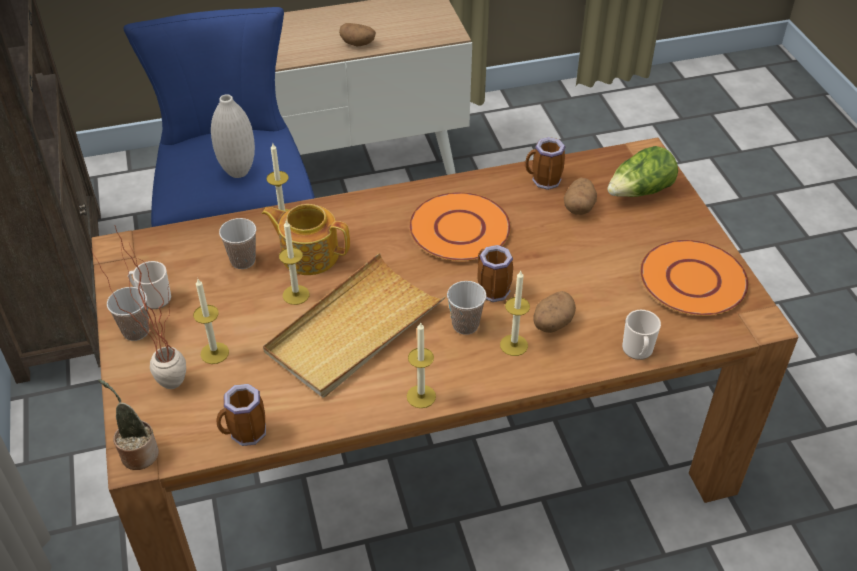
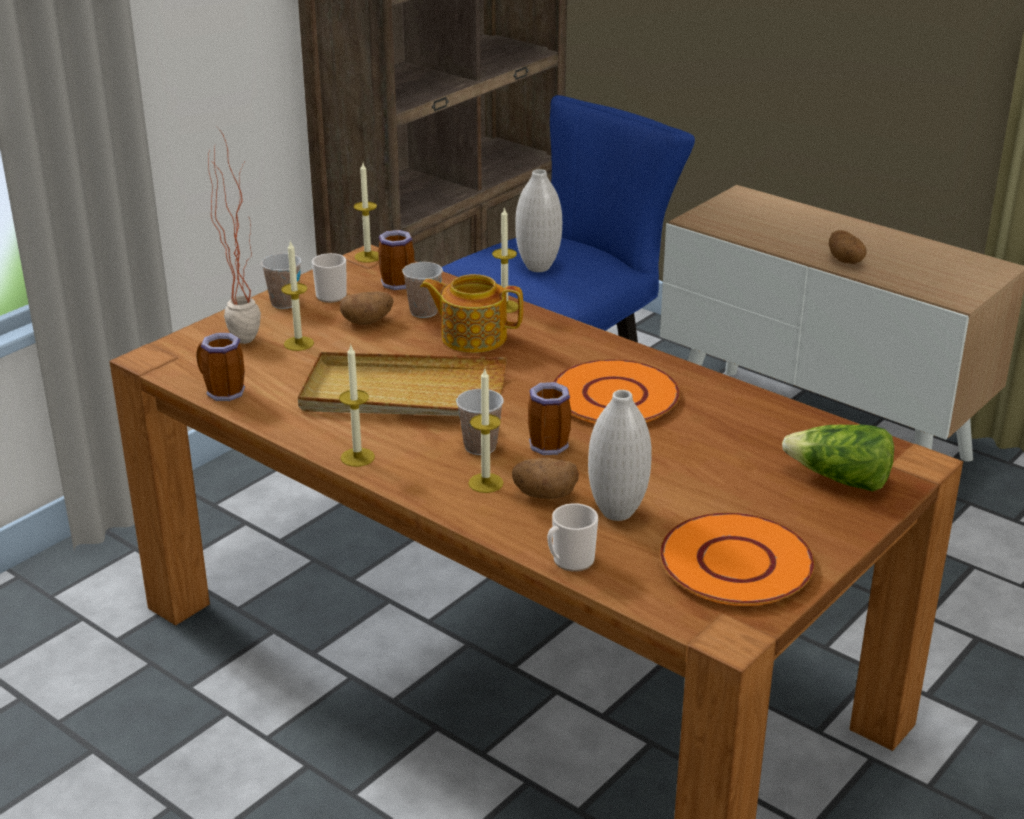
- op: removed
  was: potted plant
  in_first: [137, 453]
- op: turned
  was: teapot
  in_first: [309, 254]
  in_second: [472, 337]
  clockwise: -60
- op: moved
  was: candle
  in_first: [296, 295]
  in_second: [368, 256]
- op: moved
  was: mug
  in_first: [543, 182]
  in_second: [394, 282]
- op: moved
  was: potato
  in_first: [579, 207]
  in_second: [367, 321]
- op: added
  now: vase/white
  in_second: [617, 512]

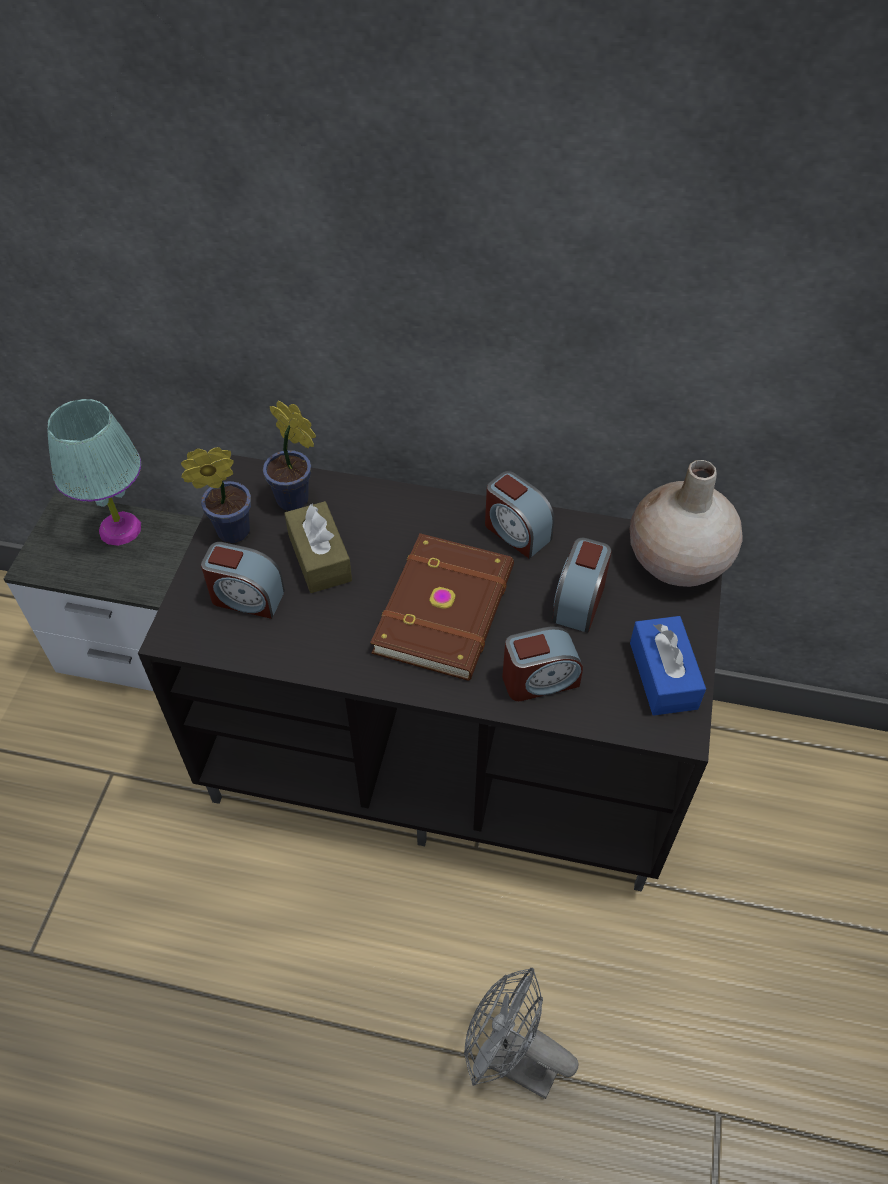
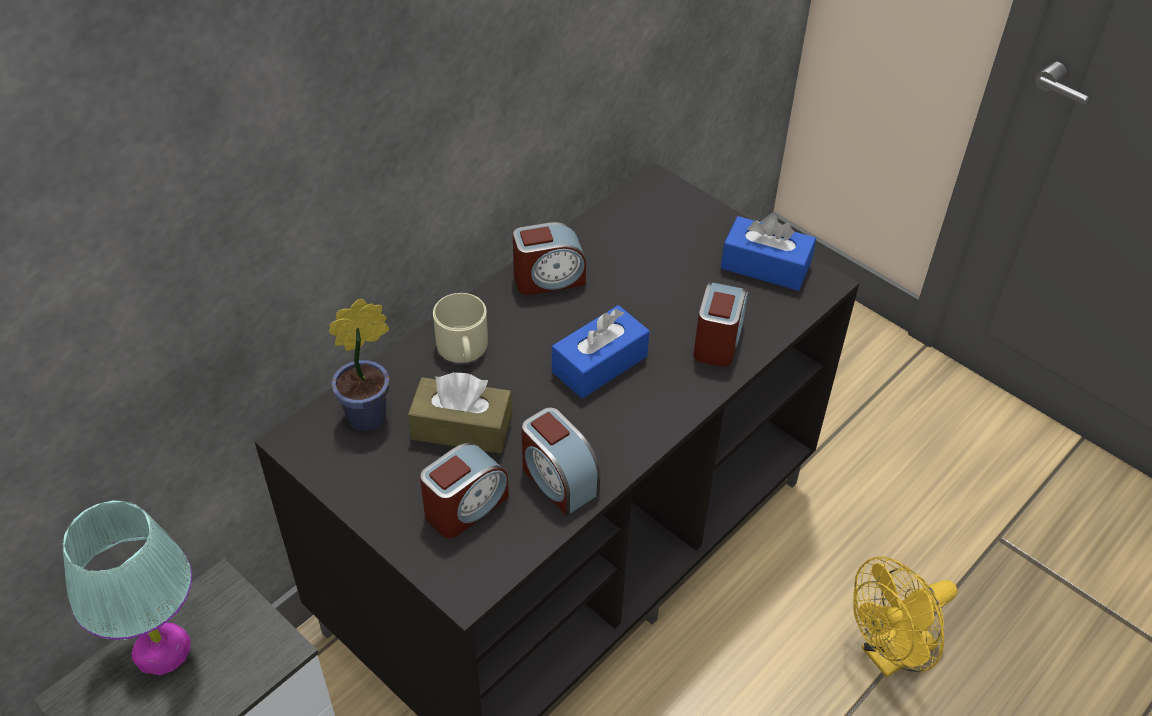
- op: removed
  was: potted plant
  in_first: [229, 532]
- op: replaced
  was: book/brown
  now: tissue box/blue
  in_first: [447, 610]
  in_second: [599, 364]
- op: recoloured
  was: fan/grey
  now: fan/yellow
  in_first: [511, 1058]
  in_second: [890, 655]
- op: moved
  was: alarm clock
  in_first: [578, 601]
  in_second: [558, 480]
- op: removed
  was: vase/beige
  in_first: [677, 561]
- op: added
  now: mug/beige
  in_second: [463, 349]

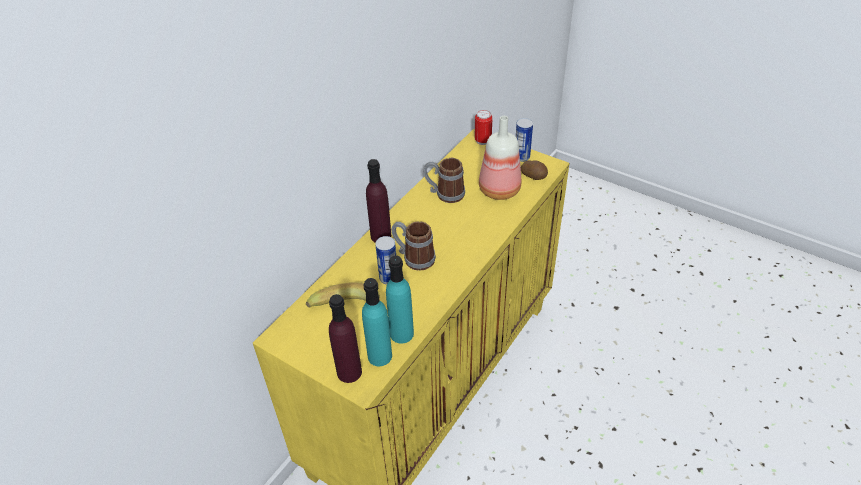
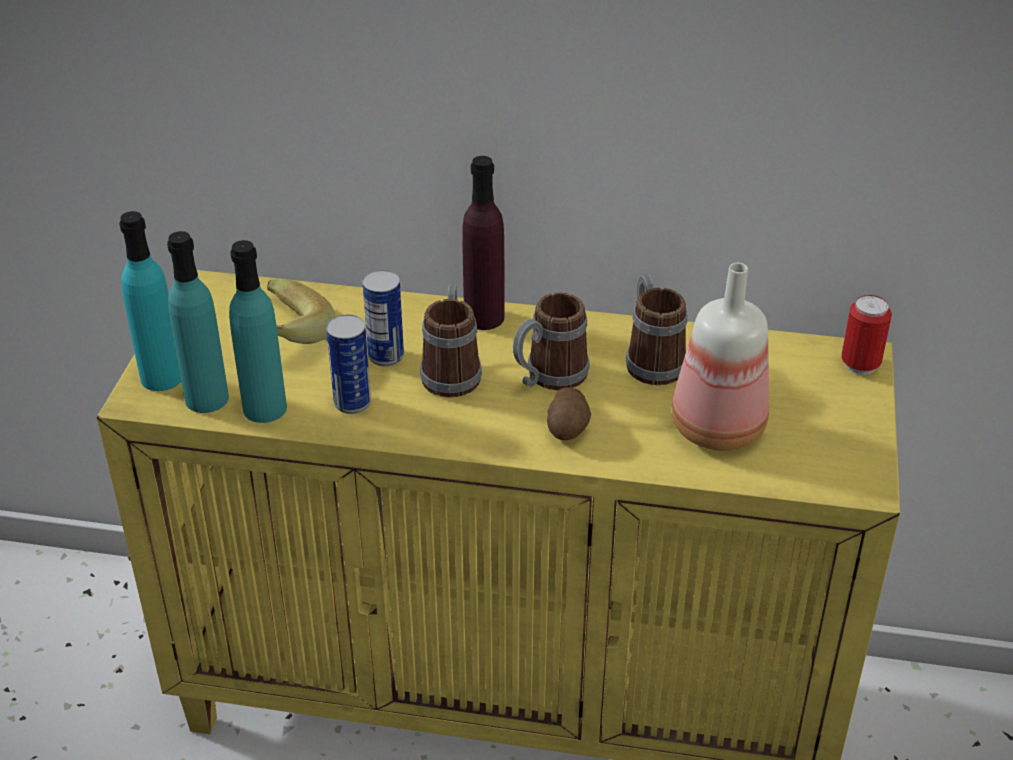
- op: recoloured
  was: bottle/purple
  now: bottle/turquoise
  in_first: [349, 372]
  in_second: [162, 377]
- op: moved
  was: can
  in_first: [522, 157]
  in_second: [352, 403]
- op: moved
  was: potato
  in_first: [534, 176]
  in_second: [568, 428]
- op: added
  now: mug
  in_second: [548, 377]

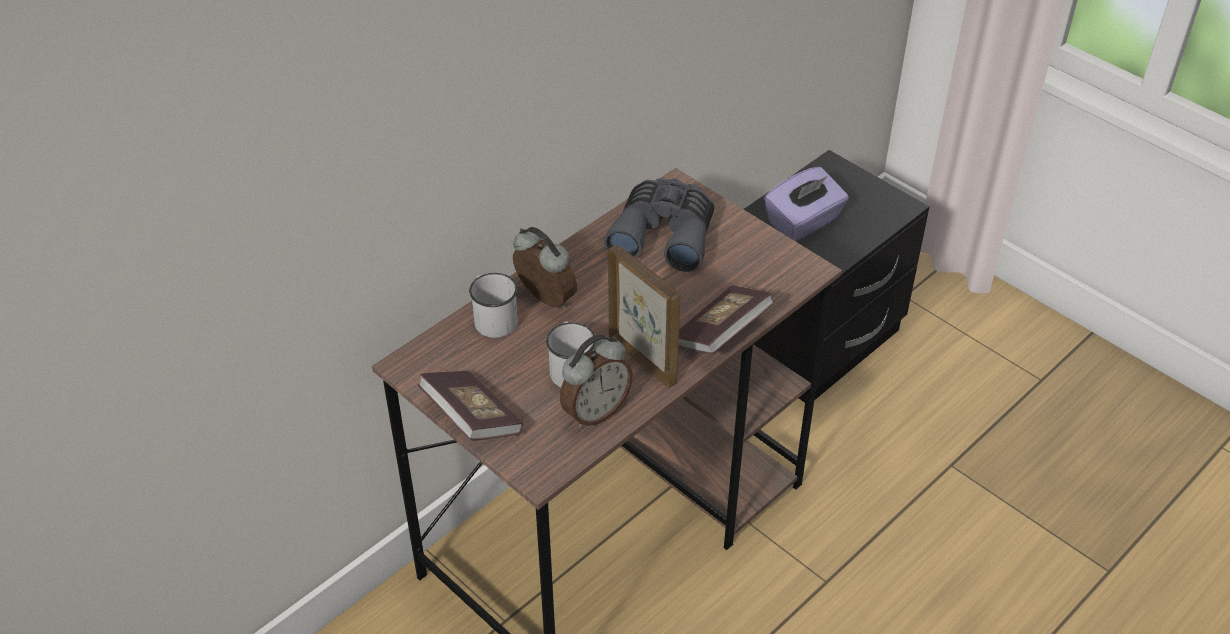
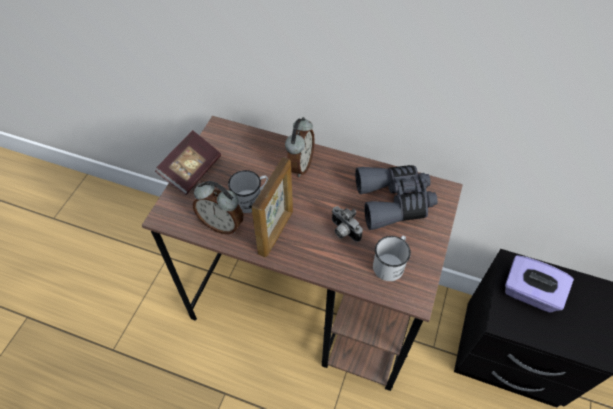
- op: moved
  was: mug/white
  in_first: [492, 318]
  in_second: [390, 263]
- op: removed
  was: book
  in_first: [721, 334]
- op: added
  now: photo camera
  in_second: [343, 231]

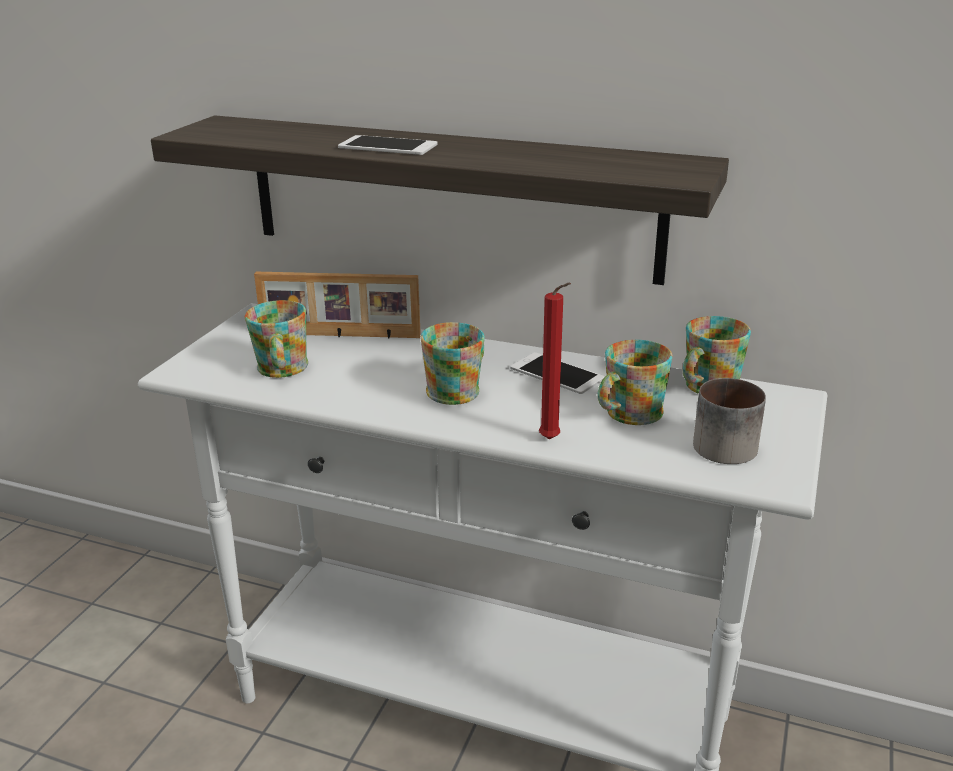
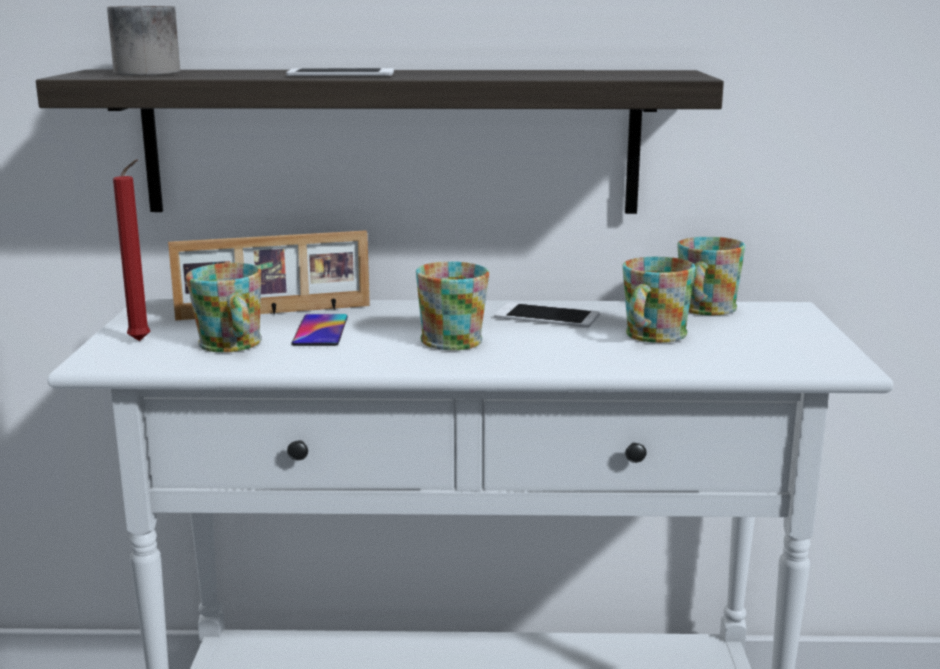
- op: moved
  was: candle/red
  in_first: [552, 440]
  in_second: [142, 341]
- op: moved
  was: mug
  in_first: [719, 443]
  in_second: [143, 72]
- op: added
  now: phone
  in_second: [320, 331]

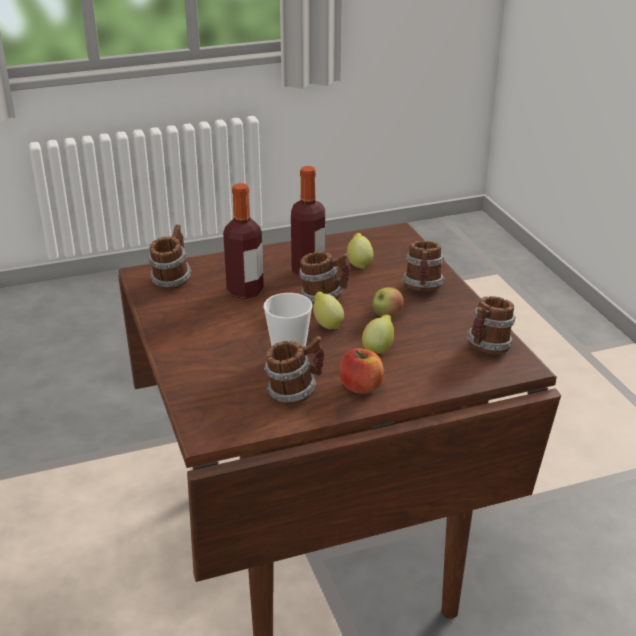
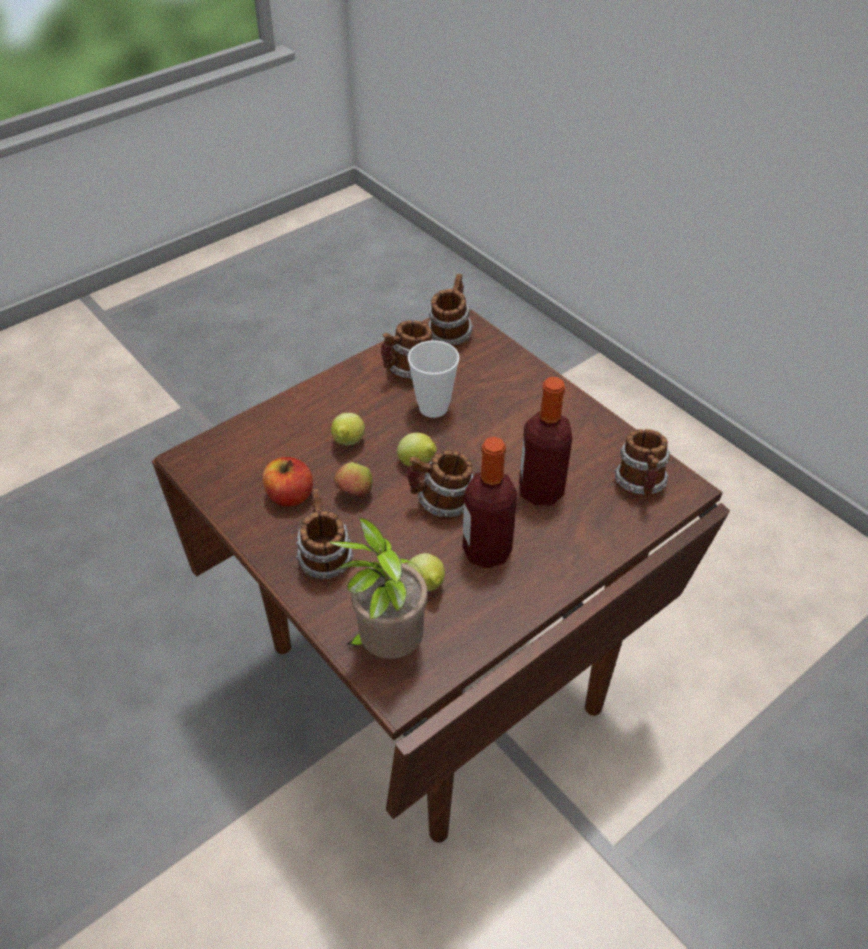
- op: moved
  was: apple
  in_first: [361, 387]
  in_second: [290, 496]
- op: moved
  was: mug
  in_first: [487, 348]
  in_second: [450, 334]
- op: added
  now: potted plant
  in_second: [387, 646]

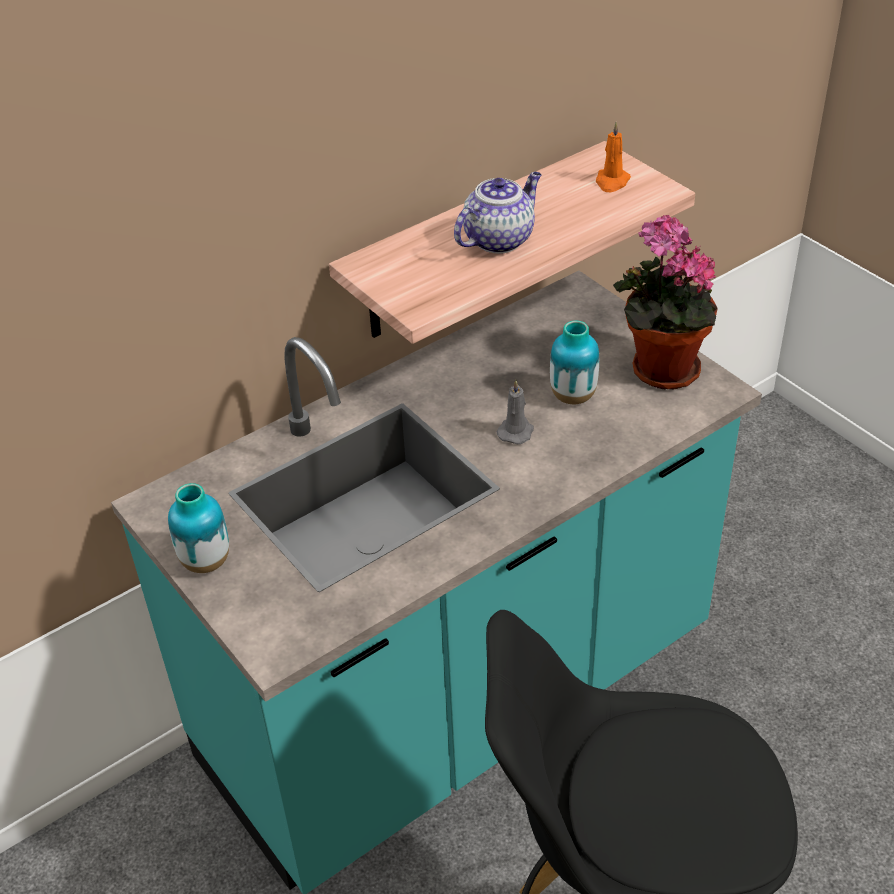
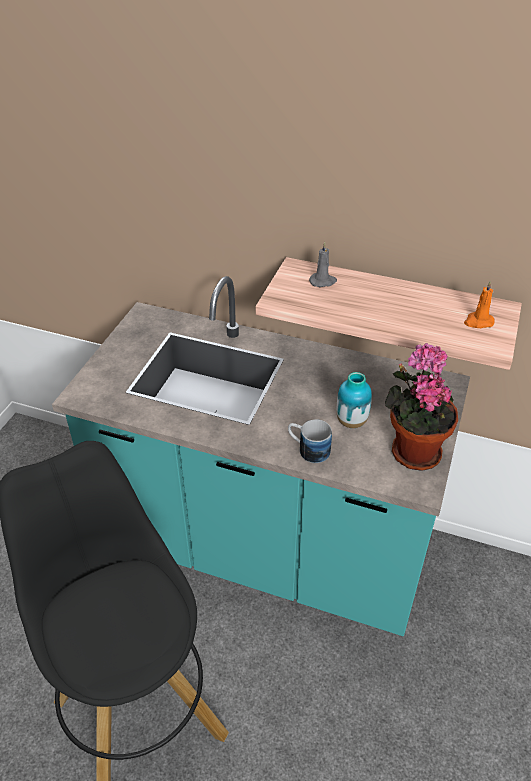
- op: removed
  was: vase
  in_first: [206, 562]
- op: removed
  was: teapot
  in_first: [499, 239]
- op: moved
  was: candle/grey
  in_first: [516, 431]
  in_second: [323, 281]
- op: added
  now: mug
  in_second: [308, 449]

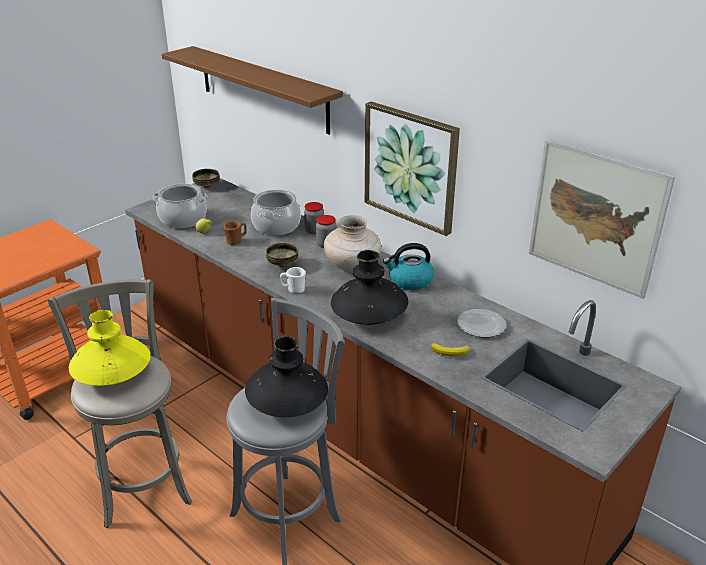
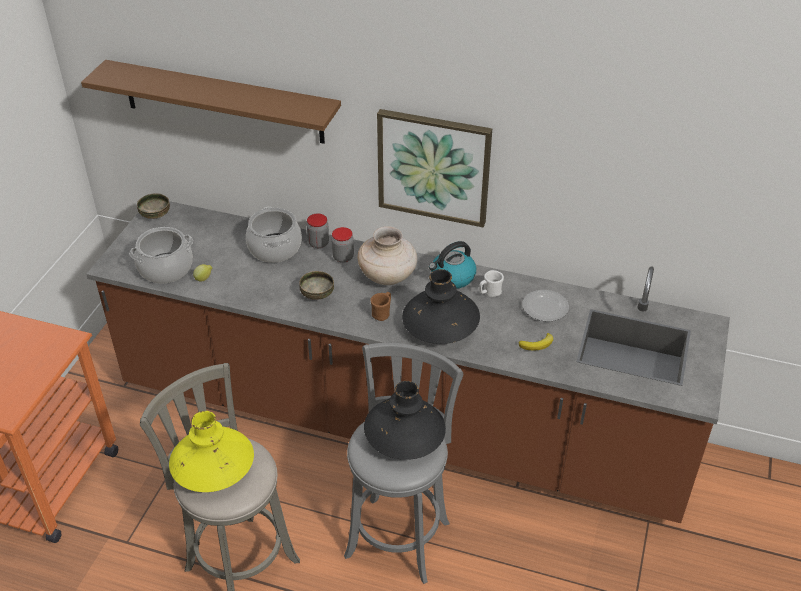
- op: moved
  was: mug/brown
  in_first: [236, 241]
  in_second: [382, 313]
- op: moved
  was: mug/white
  in_first: [293, 290]
  in_second: [490, 293]
- op: removed
  was: picture
  in_first: [596, 217]

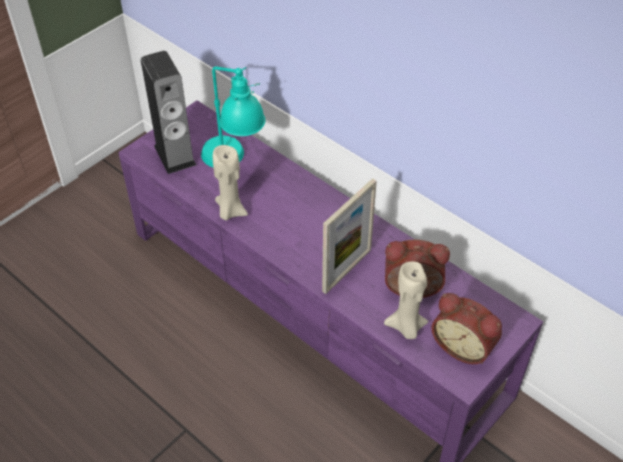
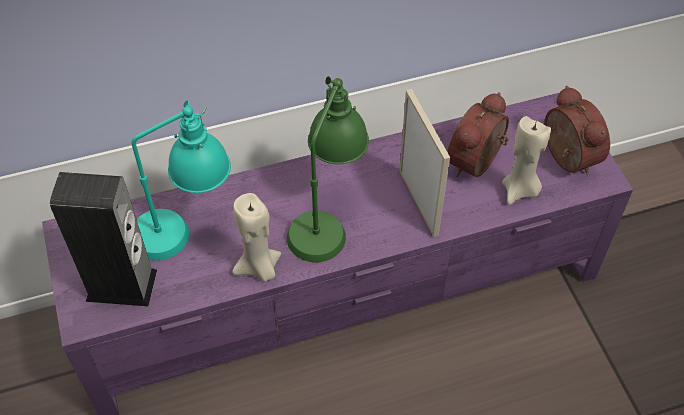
- op: turned
  was: alarm clock
  in_first: [464, 345]
  in_second: [565, 158]
  clockwise: -90
- op: added
  now: table lamp/green
  in_second: [326, 217]

